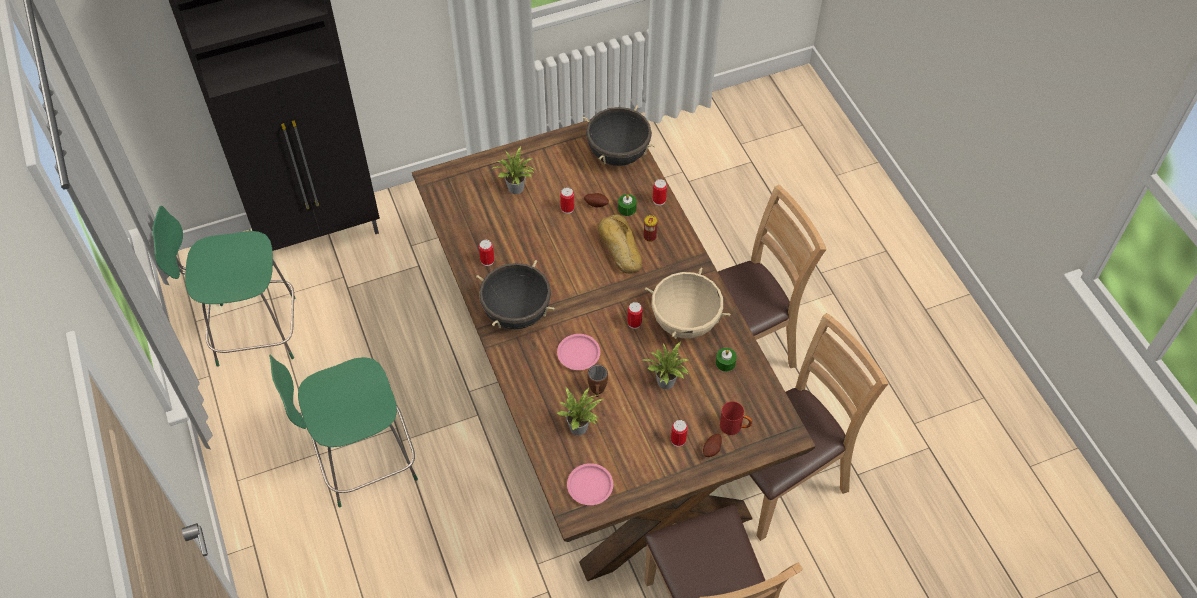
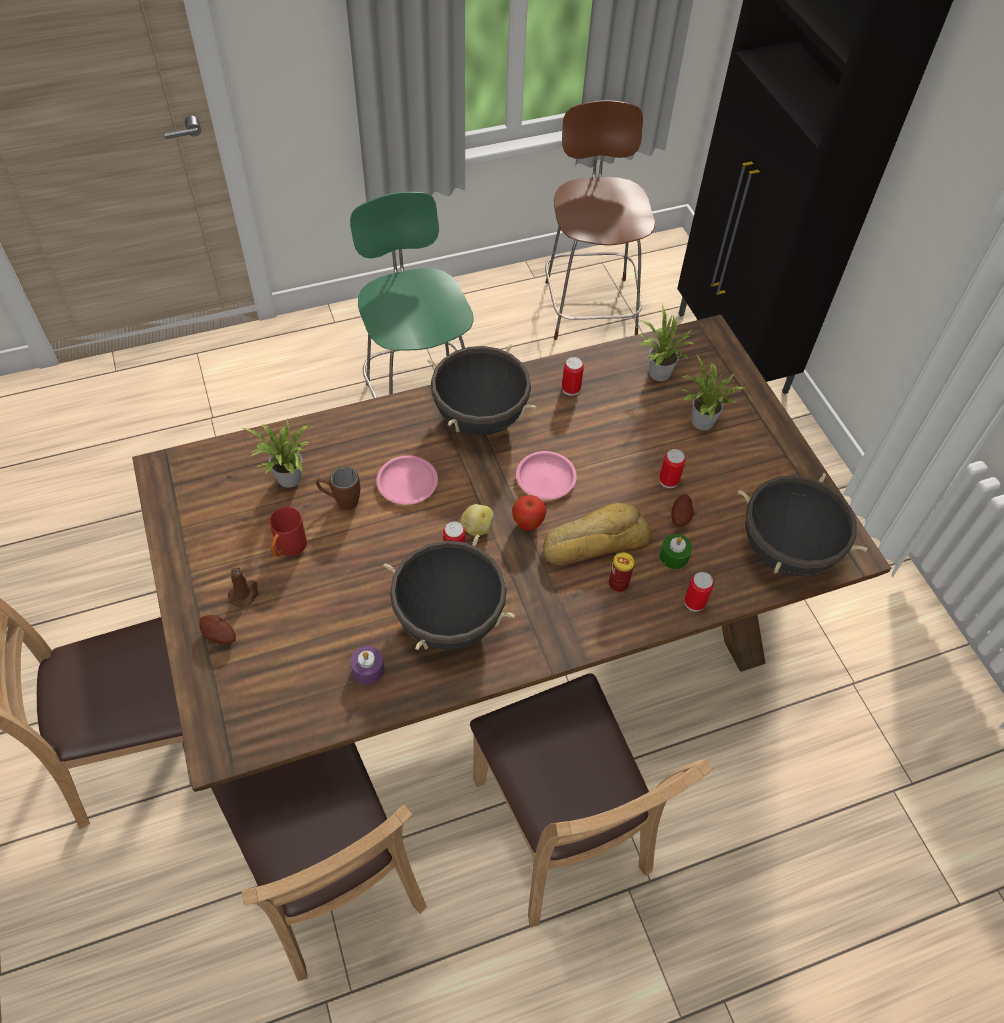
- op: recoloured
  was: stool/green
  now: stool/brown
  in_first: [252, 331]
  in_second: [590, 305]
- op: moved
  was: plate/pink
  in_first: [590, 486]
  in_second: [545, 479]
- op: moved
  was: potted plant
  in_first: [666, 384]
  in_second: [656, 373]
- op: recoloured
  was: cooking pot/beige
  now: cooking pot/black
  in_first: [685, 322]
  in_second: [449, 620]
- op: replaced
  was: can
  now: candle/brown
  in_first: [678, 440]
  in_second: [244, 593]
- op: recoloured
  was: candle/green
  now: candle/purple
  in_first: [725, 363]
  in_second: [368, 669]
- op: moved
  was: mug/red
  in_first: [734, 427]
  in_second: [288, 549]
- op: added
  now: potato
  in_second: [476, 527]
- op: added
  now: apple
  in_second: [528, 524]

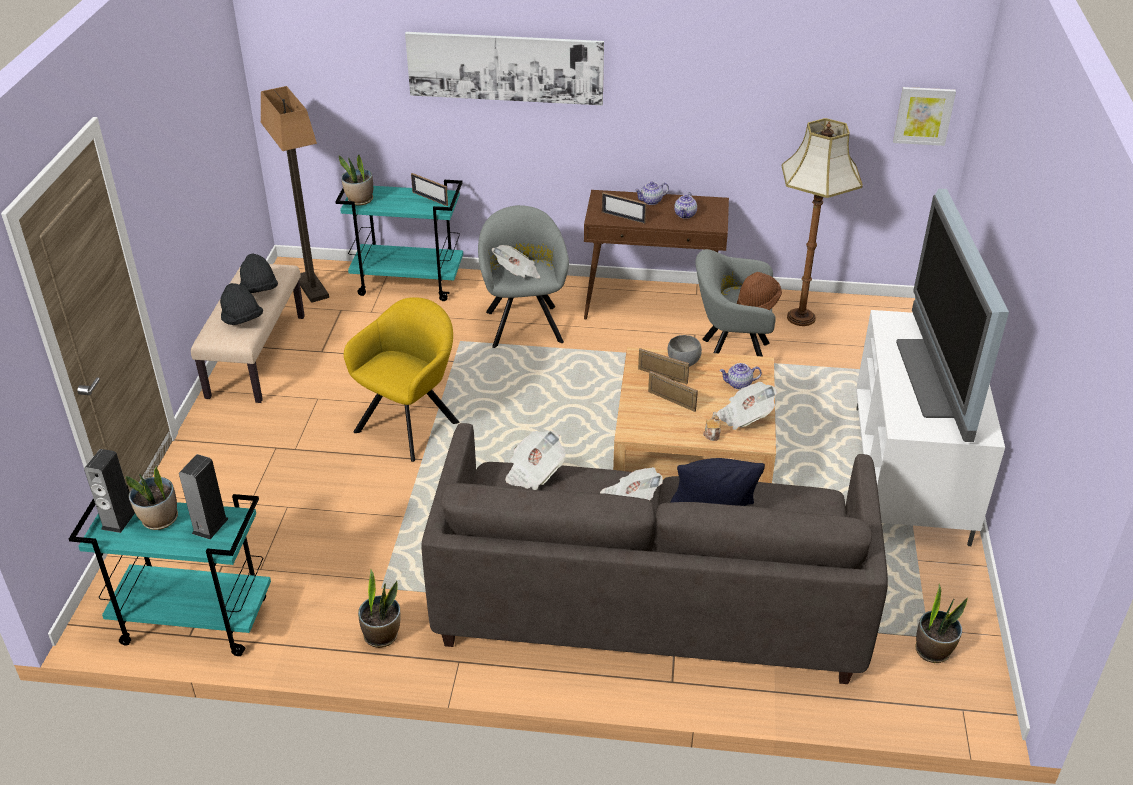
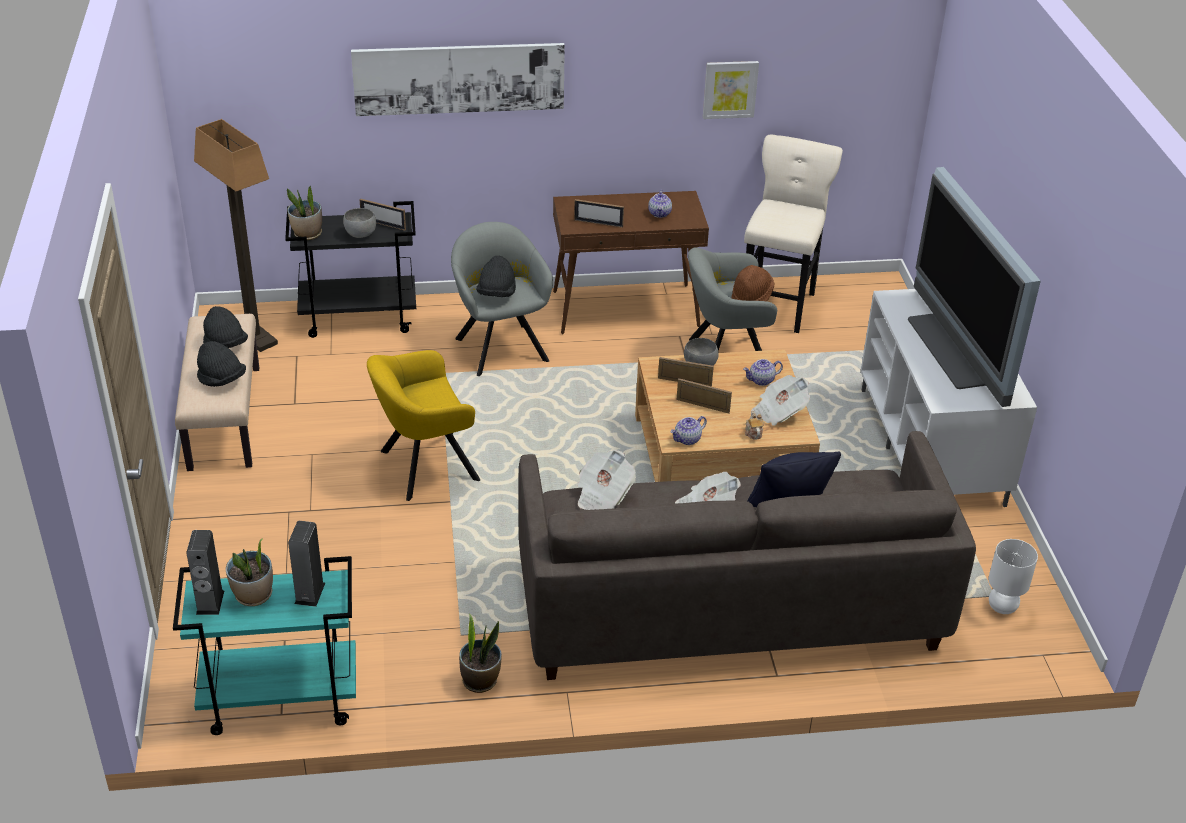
- op: recoloured
  was: cart/turquoise
  now: cart/black
  in_first: [409, 283]
  in_second: [360, 317]
- op: turned
  was: armchair/yellow
  in_first: [411, 424]
  in_second: [423, 467]
  clockwise: -135
- op: replaced
  was: newspaper
  now: hat/black
  in_first: [517, 273]
  in_second: [496, 294]
- op: moved
  was: teapot
  in_first: [651, 201]
  in_second: [687, 439]
- op: replaced
  was: floor lamp
  now: stool/beige
  in_first: [801, 317]
  in_second: [778, 305]
- op: moved
  was: picture
  in_first: [923, 115]
  in_second: [730, 89]
- op: replaced
  was: potted plant
  now: table lamp/white
  in_first: [933, 651]
  in_second: [1001, 607]
- op: added
  now: bowl/grey
  in_second: [360, 234]

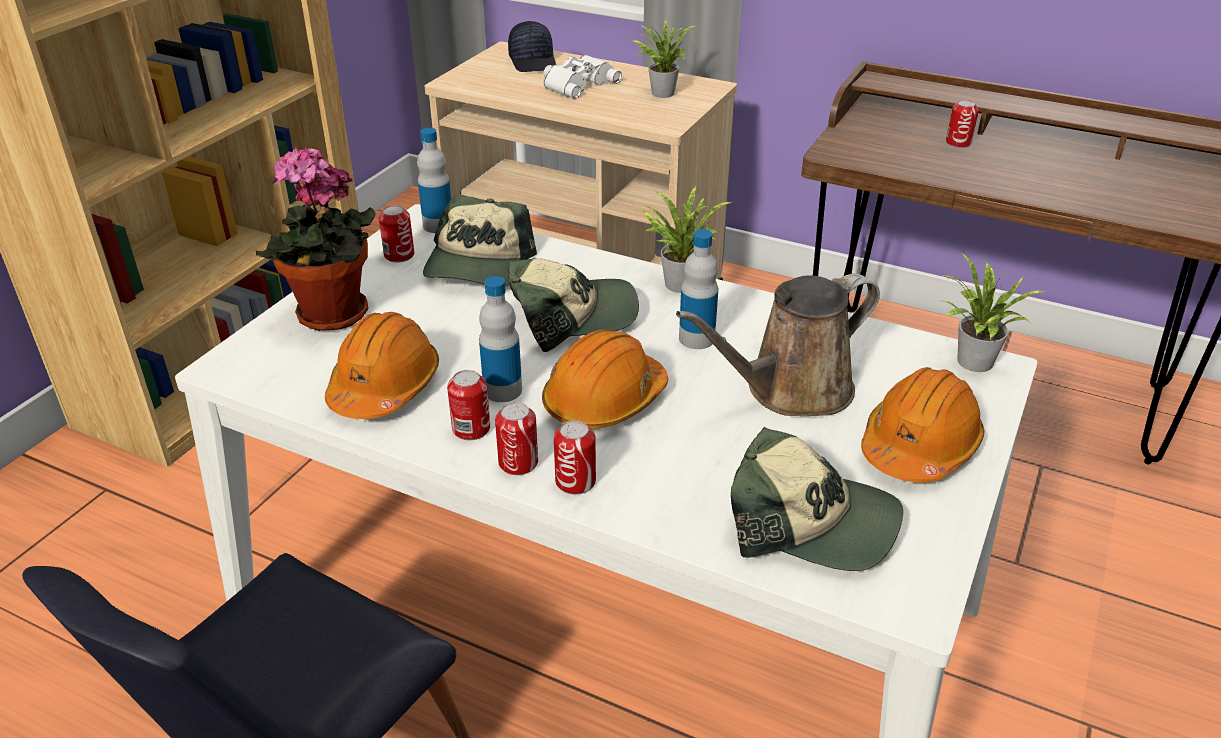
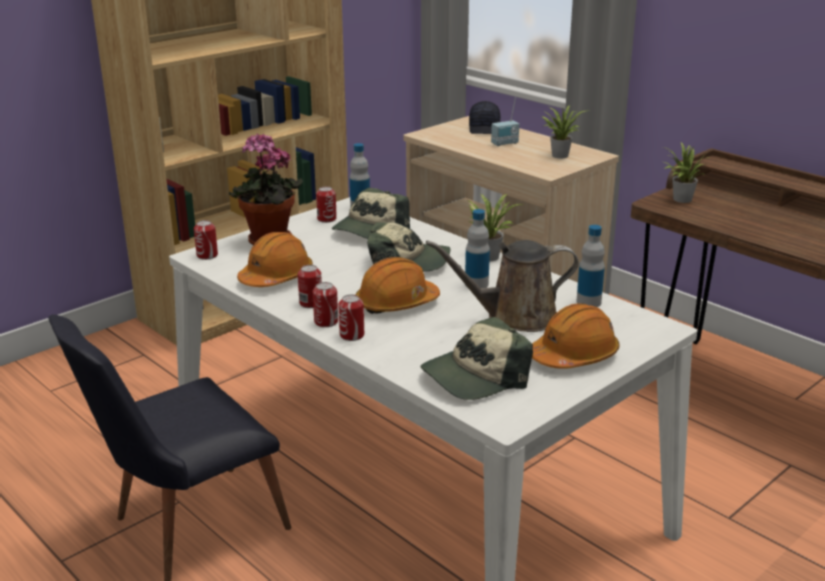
- op: moved
  was: bottle
  in_first: [502, 390]
  in_second: [588, 302]
- op: replaced
  was: binoculars/white
  now: radio
  in_first: [577, 83]
  in_second: [505, 144]
- op: turned
  was: cap
  in_first: [812, 522]
  in_second: [475, 376]
  clockwise: 105
- op: moved
  was: potted plant
  in_first: [971, 363]
  in_second: [680, 199]
- op: moved
  was: can
  in_first: [958, 143]
  in_second: [207, 255]

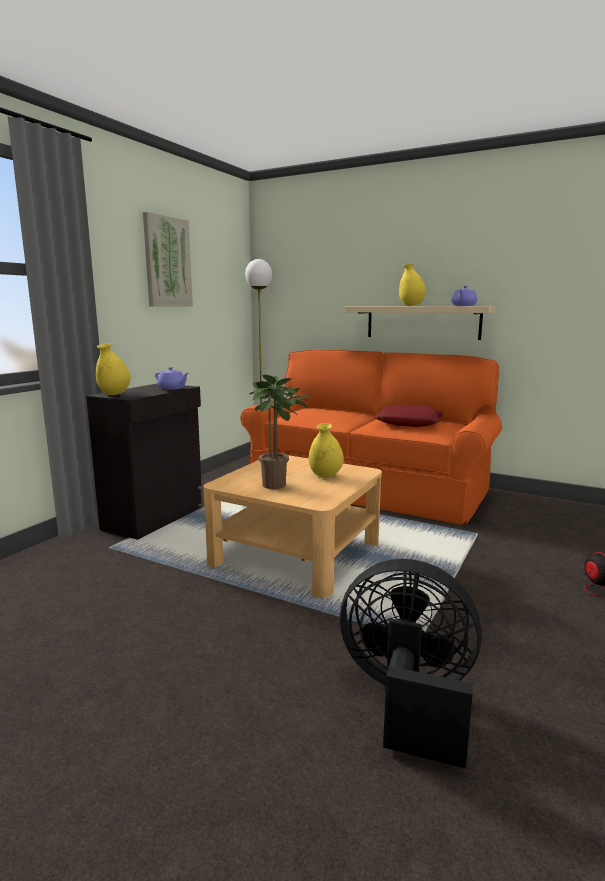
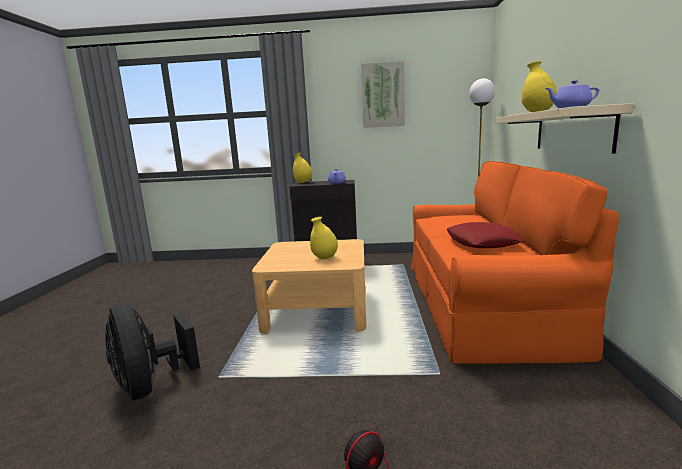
- op: removed
  was: potted plant
  in_first: [277, 486]
- op: turned
  was: fan/black
  in_first: [407, 699]
  in_second: [151, 385]
  clockwise: 150

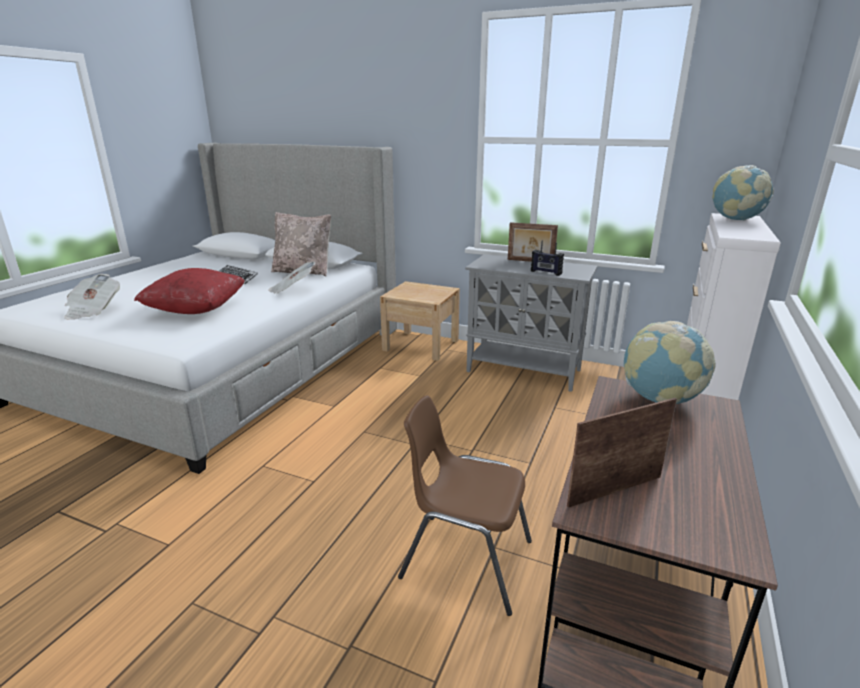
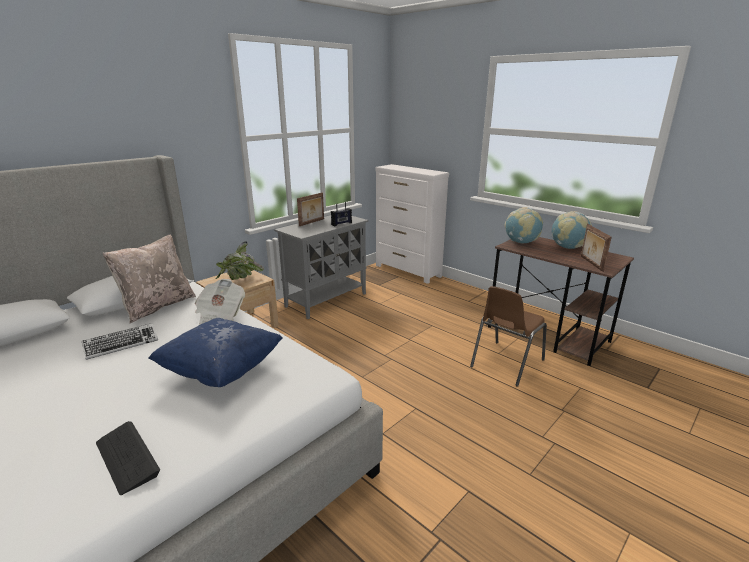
- op: replaced
  was: newspaper
  now: keyboard
  in_first: [93, 311]
  in_second: [127, 457]
- op: recoloured
  was: pillow/red
  now: pillow/blue
  in_first: [196, 310]
  in_second: [221, 371]
- op: moved
  was: globe
  in_first: [736, 219]
  in_second: [568, 248]
- op: added
  now: potted plant
  in_second: [239, 280]

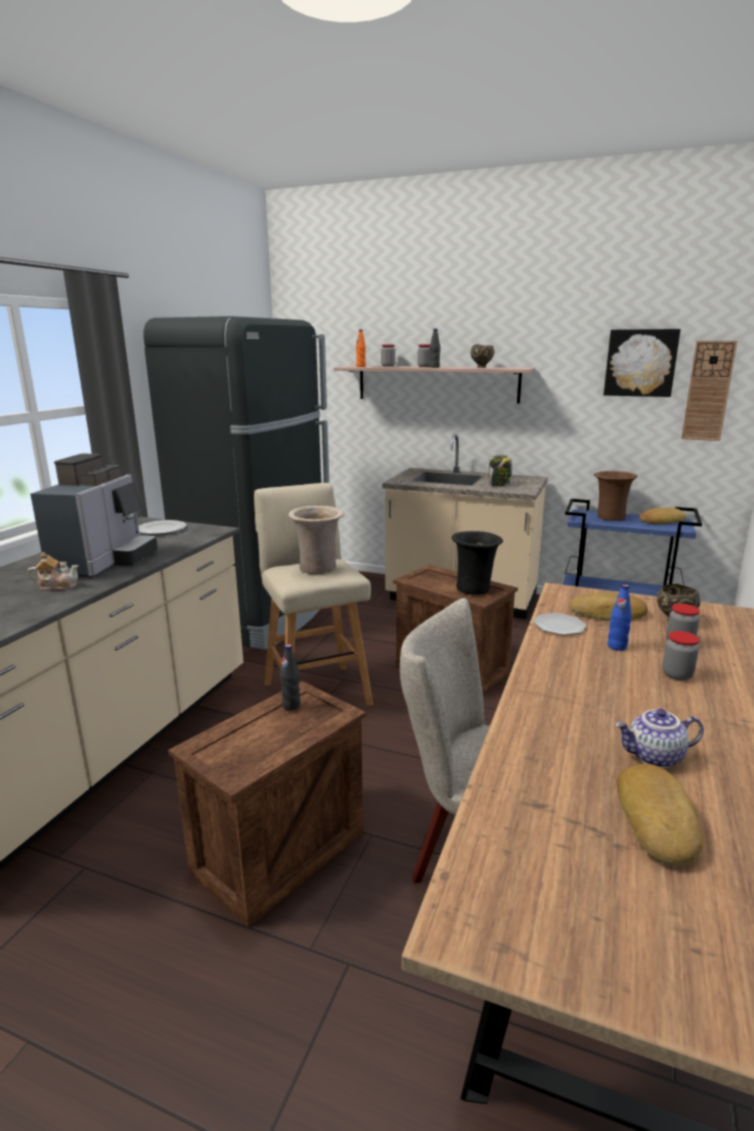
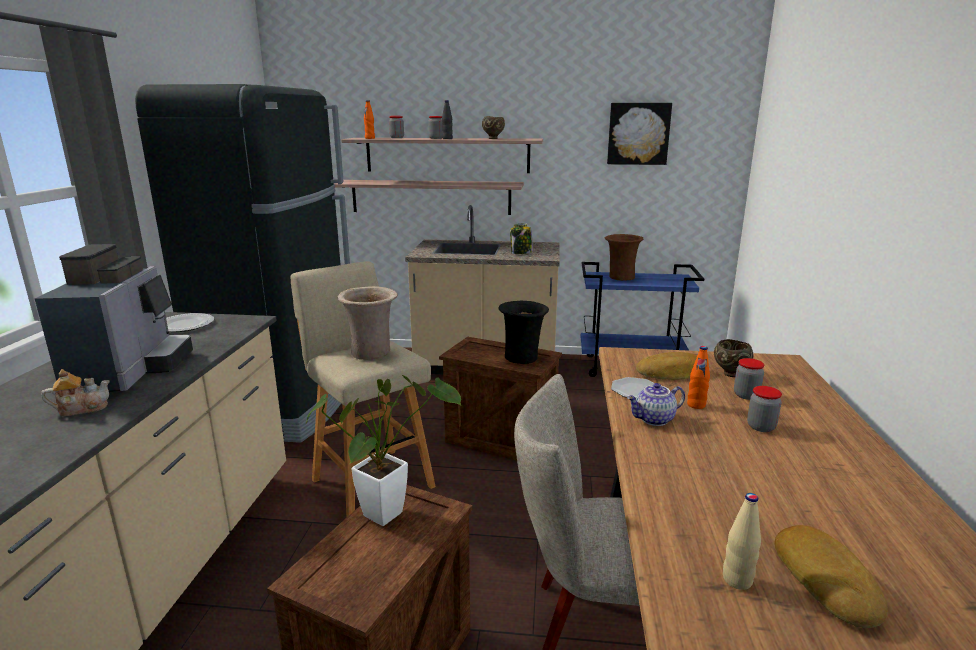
- op: replaced
  was: bottle/black
  now: potted plant
  in_first: [291, 705]
  in_second: [390, 510]
- op: recoloured
  was: bottle/blue
  now: bottle/orange
  in_first: [617, 646]
  in_second: [696, 405]
- op: moved
  was: teapot
  in_first: [655, 757]
  in_second: [654, 420]
- op: removed
  was: bread
  in_first: [661, 521]
- op: removed
  was: wall clock
  in_first: [708, 391]
- op: added
  now: shelf
  in_second: [431, 197]
- op: added
  now: bottle/beige
  in_second: [737, 580]

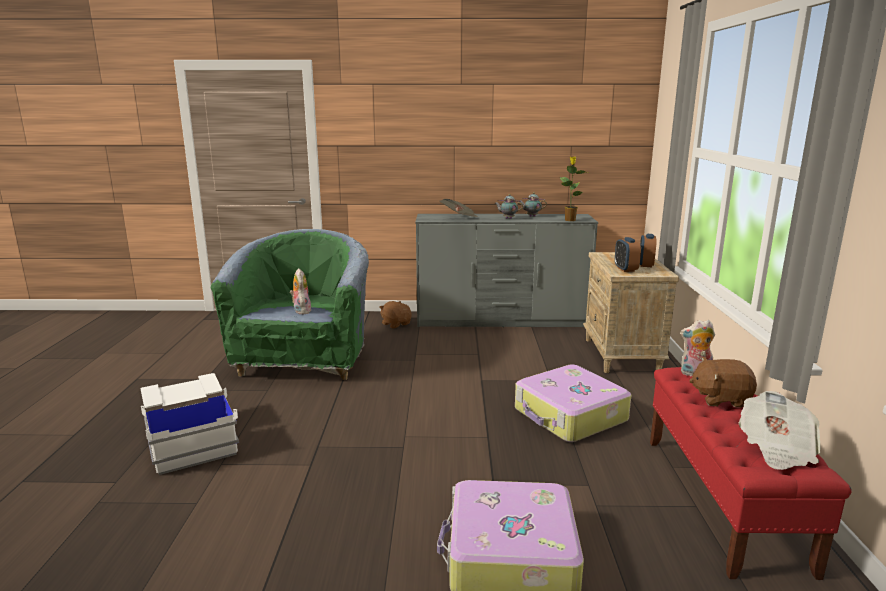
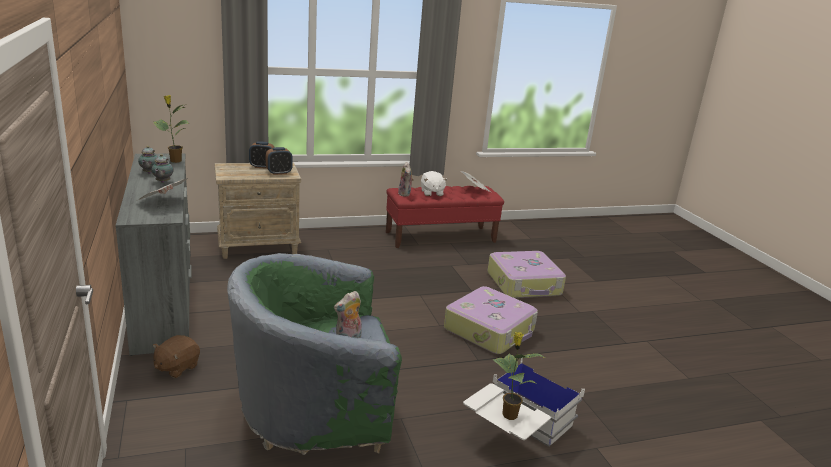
- op: moved
  was: suitcase
  in_first: [570, 416]
  in_second: [490, 330]
- op: recoloured
  was: plush toy/brown
  now: plush toy/white
  in_first: [720, 398]
  in_second: [431, 193]
- op: added
  now: potted plant
  in_second: [508, 414]

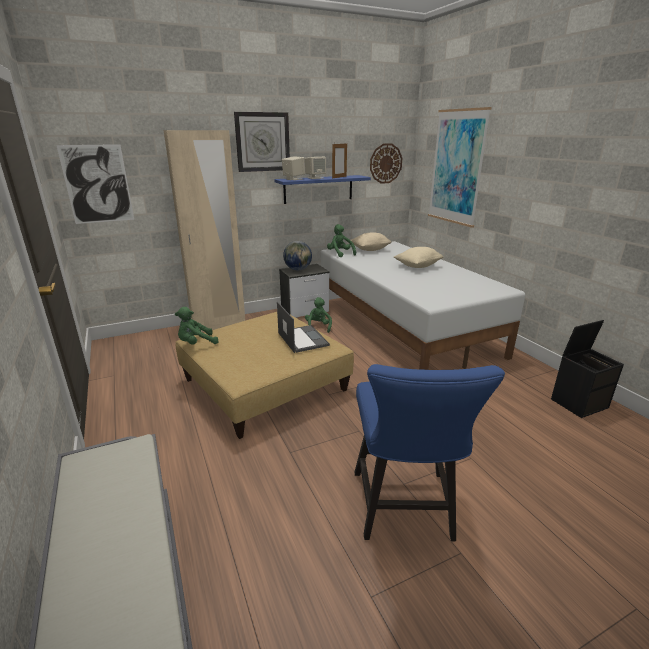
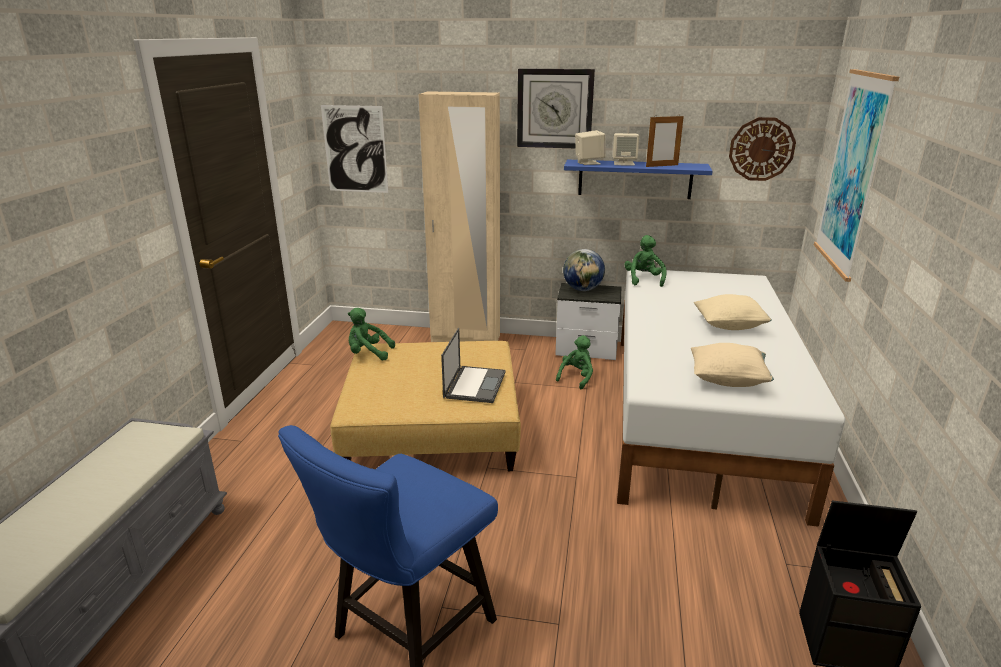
- op: moved
  was: pillow/beige
  in_first: [370, 250]
  in_second: [728, 380]

